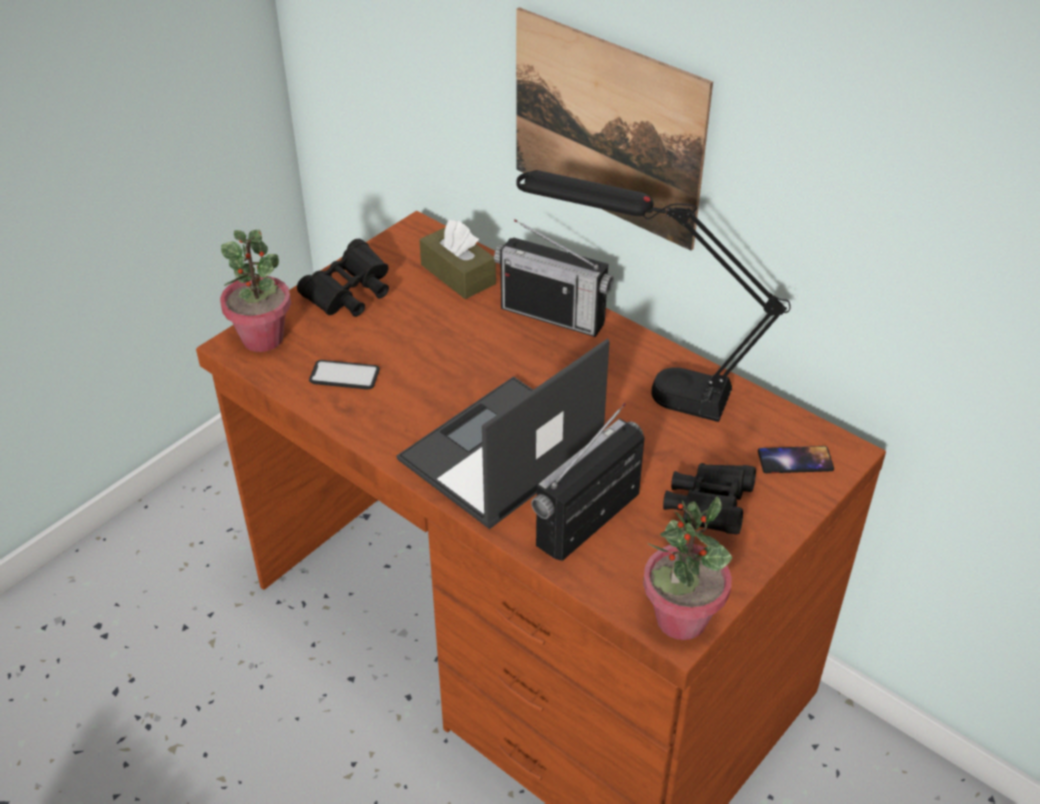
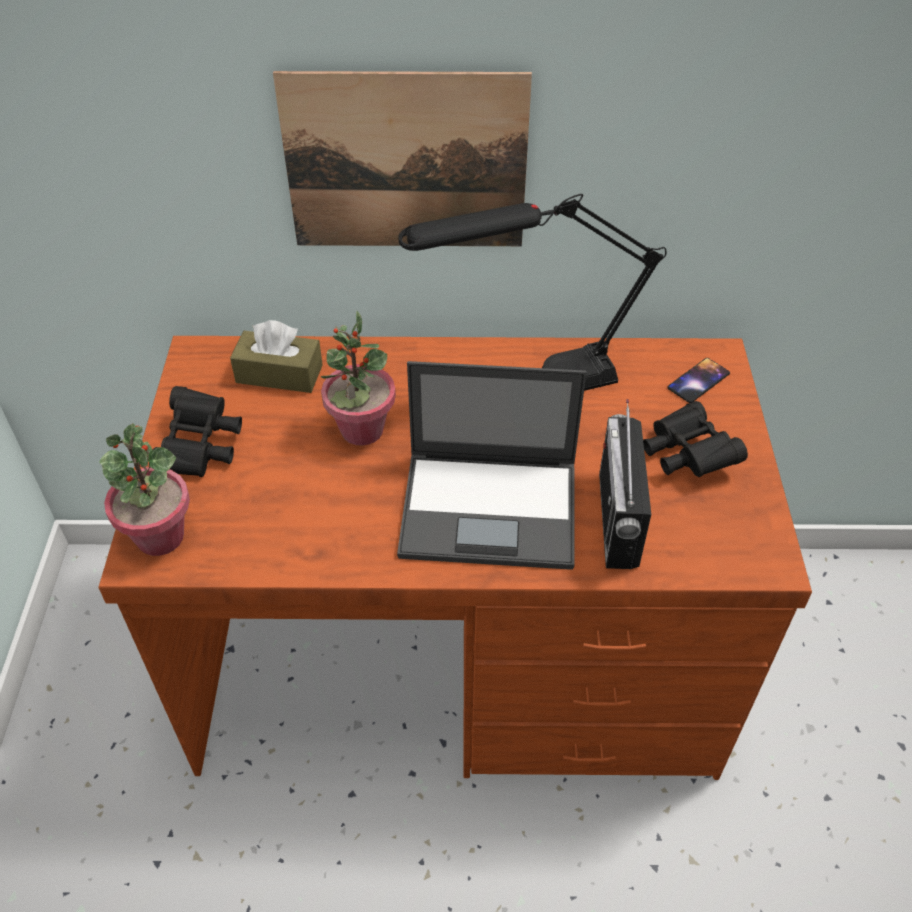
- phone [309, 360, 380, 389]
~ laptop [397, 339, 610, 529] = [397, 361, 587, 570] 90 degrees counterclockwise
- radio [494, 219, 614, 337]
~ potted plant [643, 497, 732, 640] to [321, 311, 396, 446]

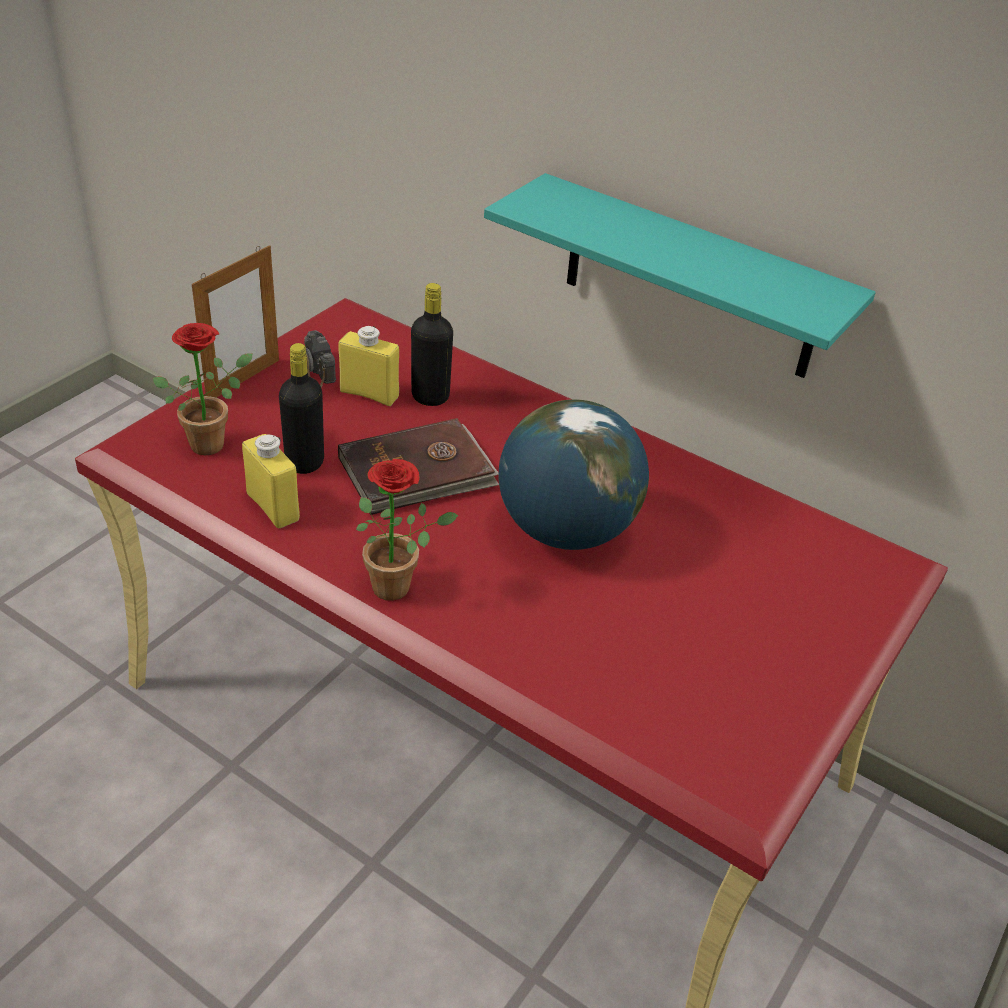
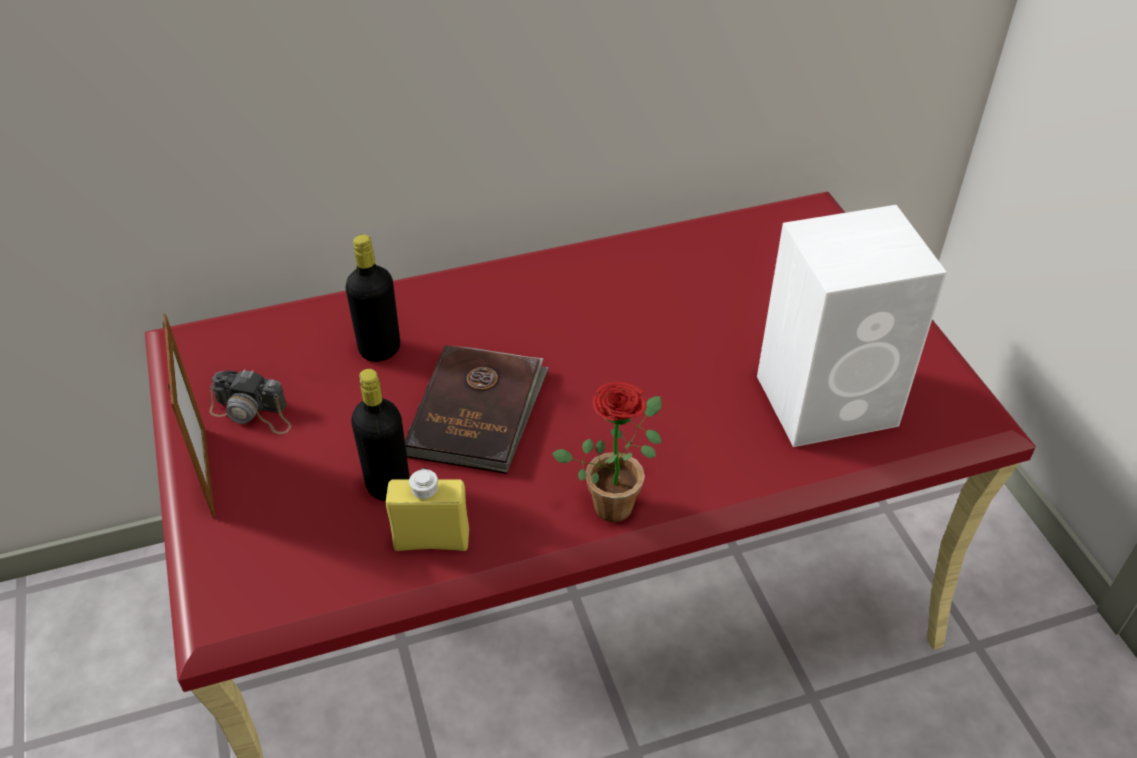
- potted plant [153, 323, 253, 455]
- yellow bottle [338, 326, 399, 406]
- turquoise shelf [484, 173, 876, 378]
- globe [498, 399, 649, 550]
+ white speaker [757, 205, 947, 447]

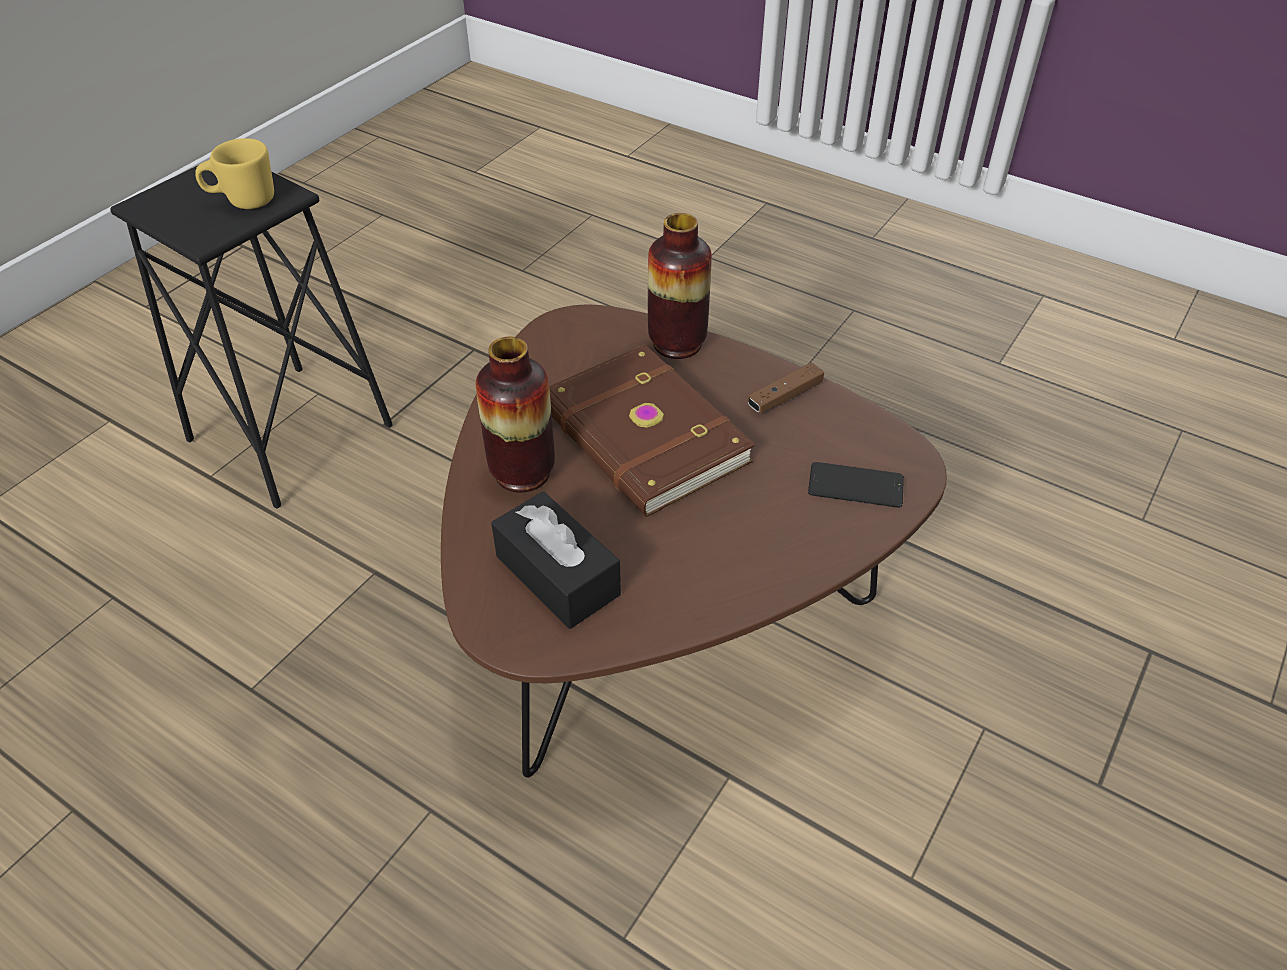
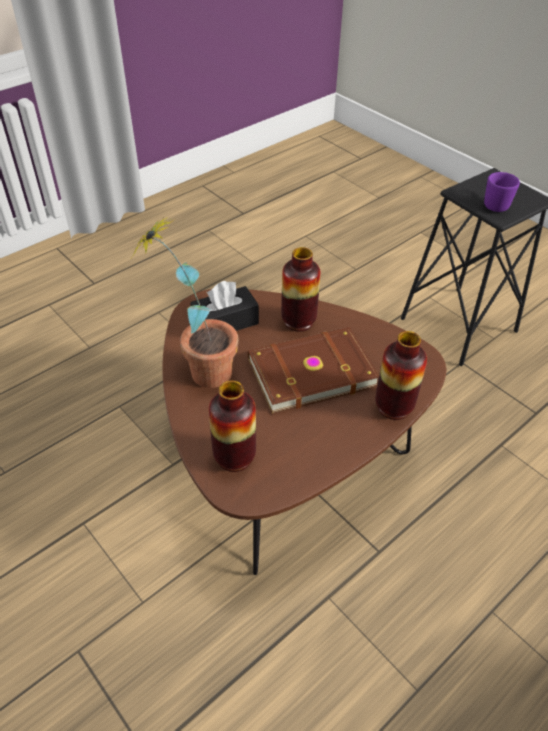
~ yellow mug [195, 138, 274, 209] to purple mug [484, 172, 520, 212]
- brown game controller [747, 363, 824, 413]
~ phone [808, 462, 904, 508] to vase [209, 381, 256, 472]
+ potted plant [132, 217, 239, 388]

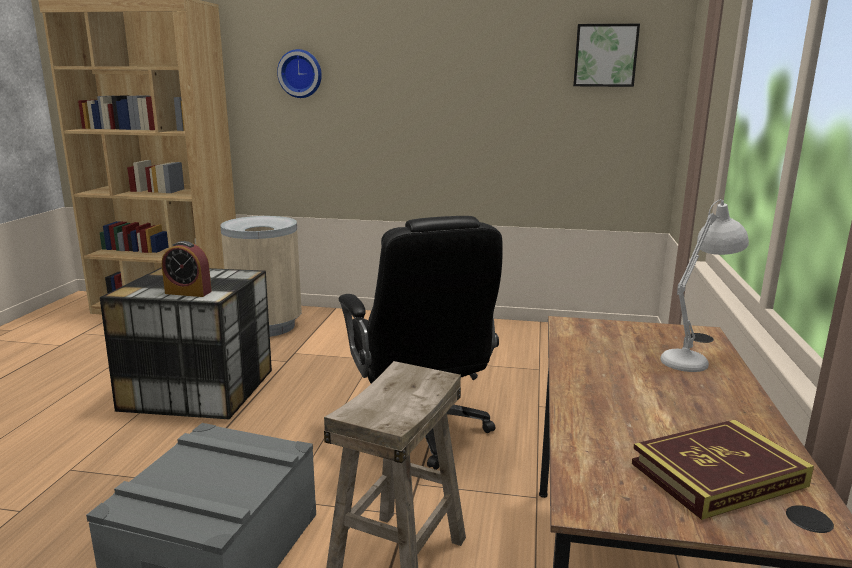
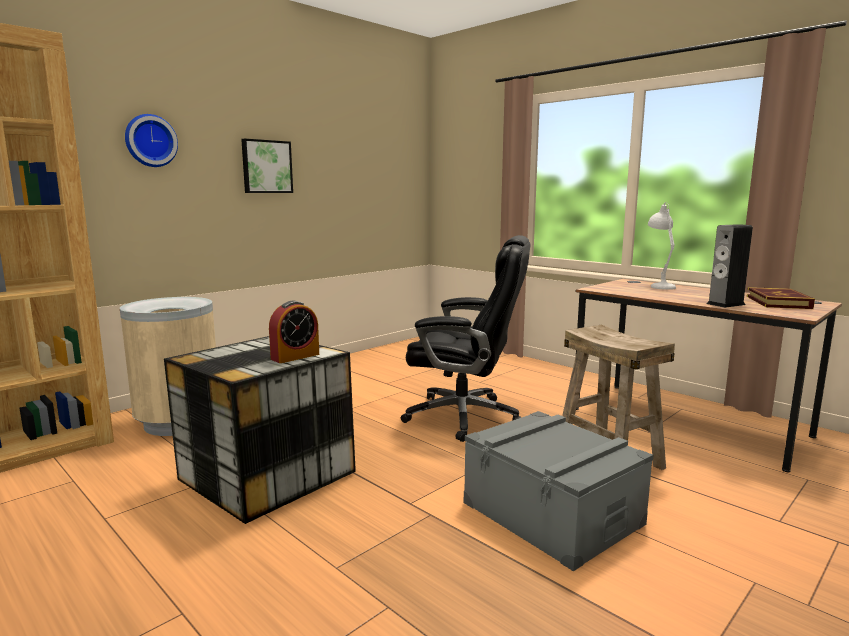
~ picture [573, 24, 640, 87] to [241, 138, 293, 193]
+ speaker [706, 224, 753, 308]

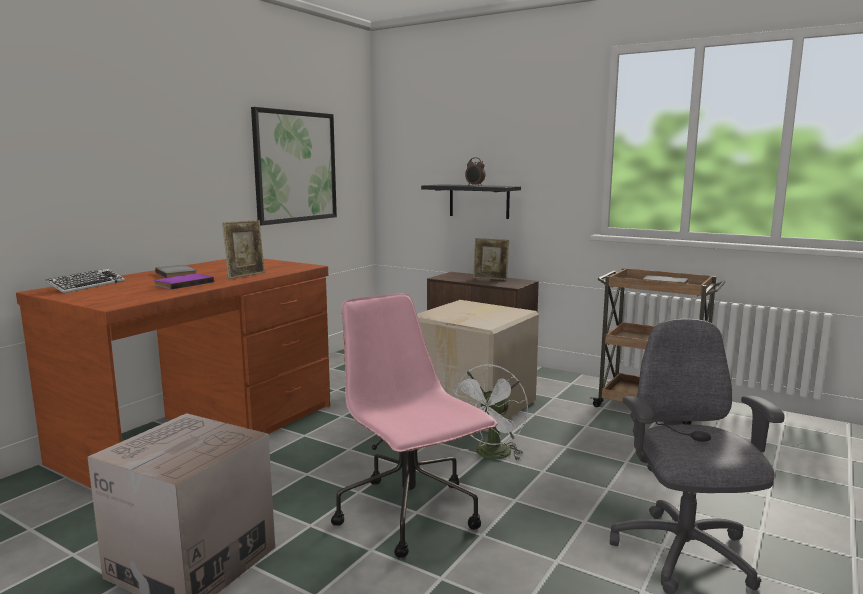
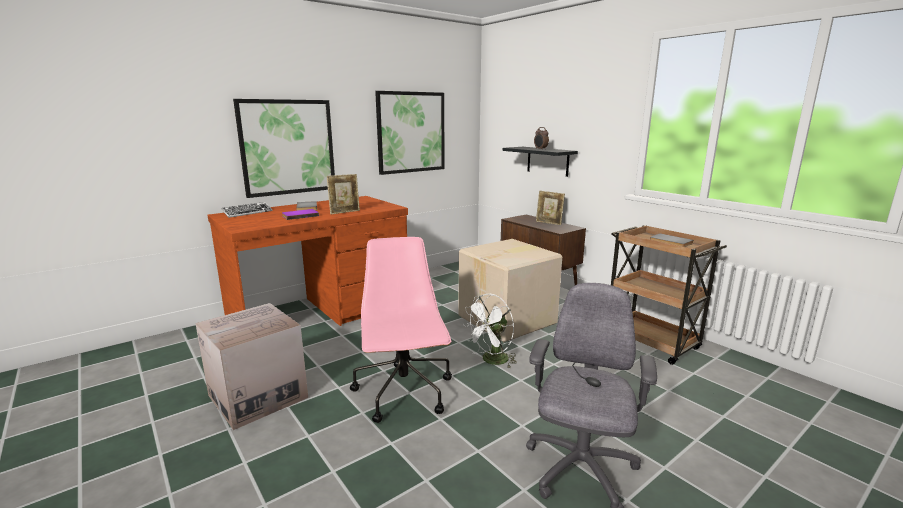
+ picture [233, 99, 335, 198]

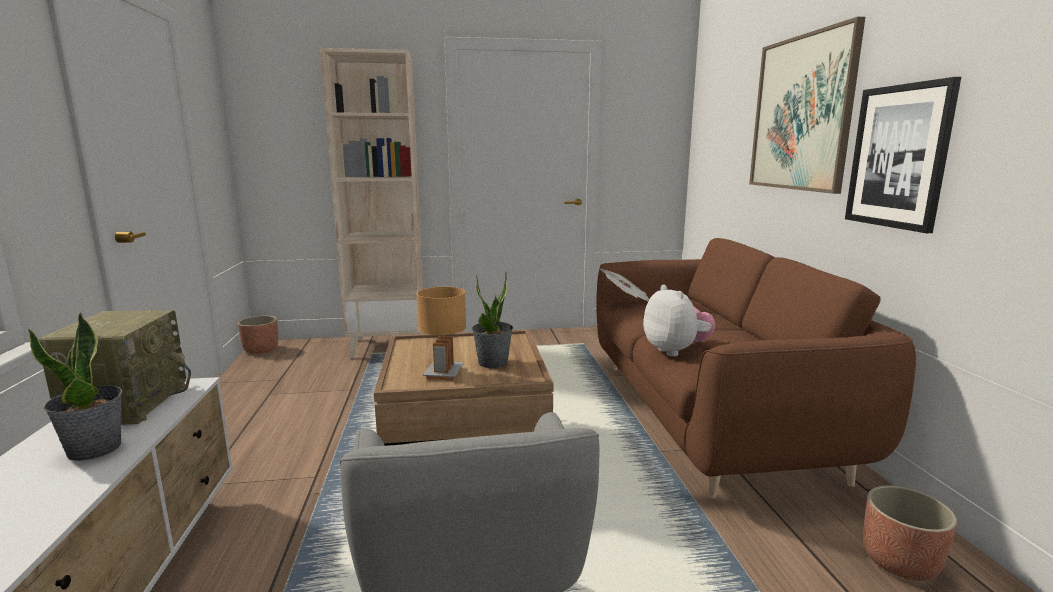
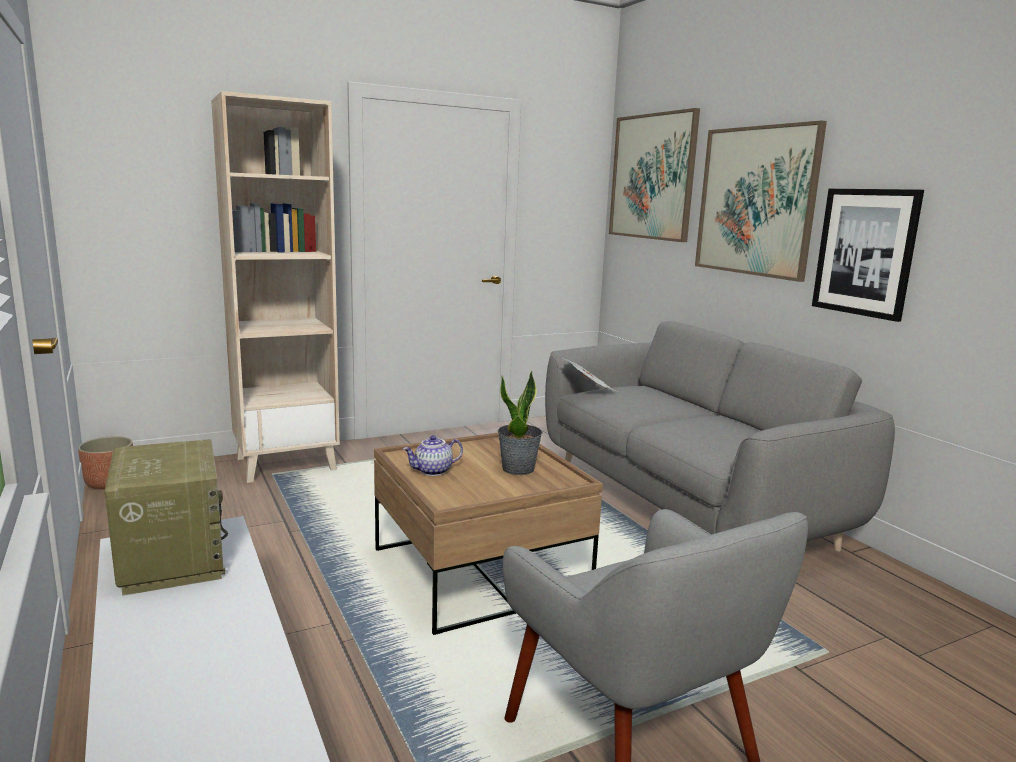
- potted plant [28, 312, 123, 461]
- brown table lamp [417, 287, 466, 381]
~ brown sofa [596, 238, 916, 499] to grey sofa [545, 321, 895, 551]
- plush toy [643, 285, 715, 357]
- planter [863, 486, 957, 581]
+ teapot [403, 435, 463, 476]
+ picture [609, 108, 700, 242]

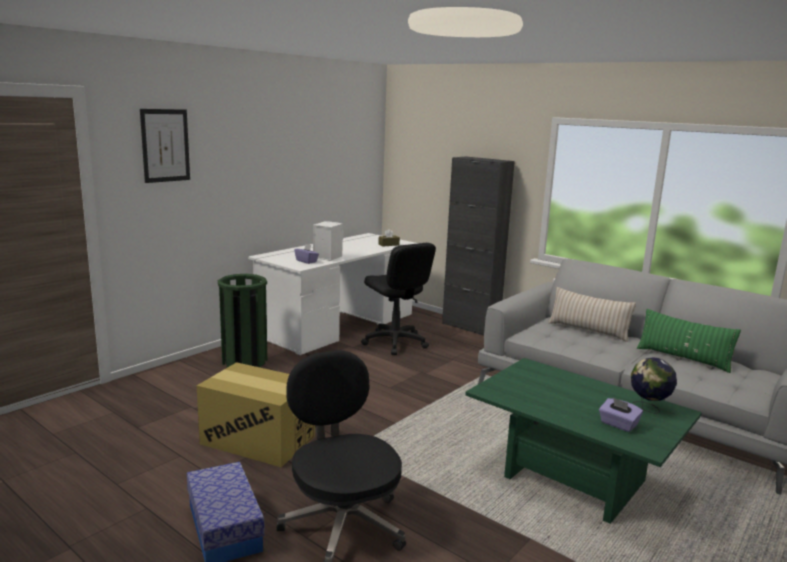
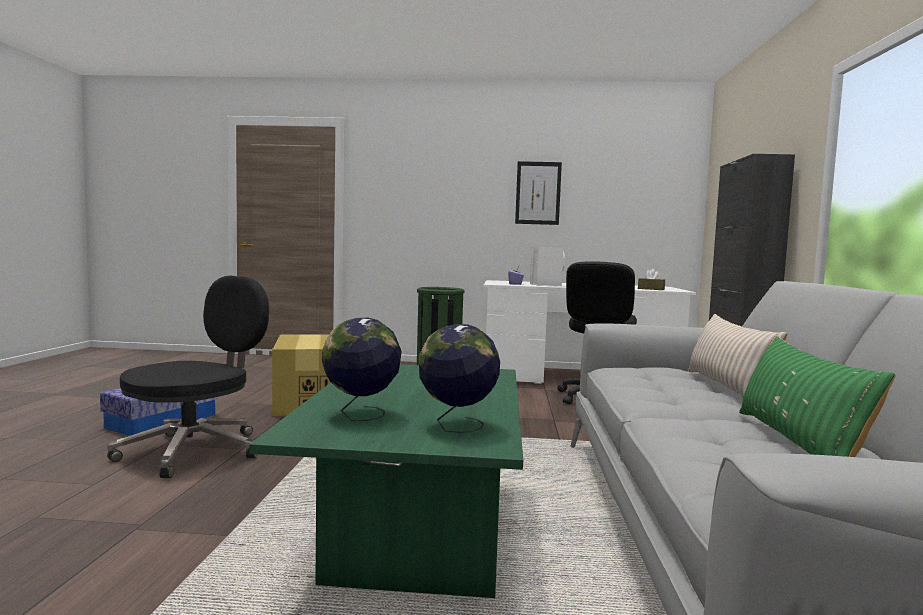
~ picture [140, 109, 190, 183] to [515, 161, 562, 225]
~ purple tissue box [599, 397, 643, 432] to globe [322, 318, 402, 421]

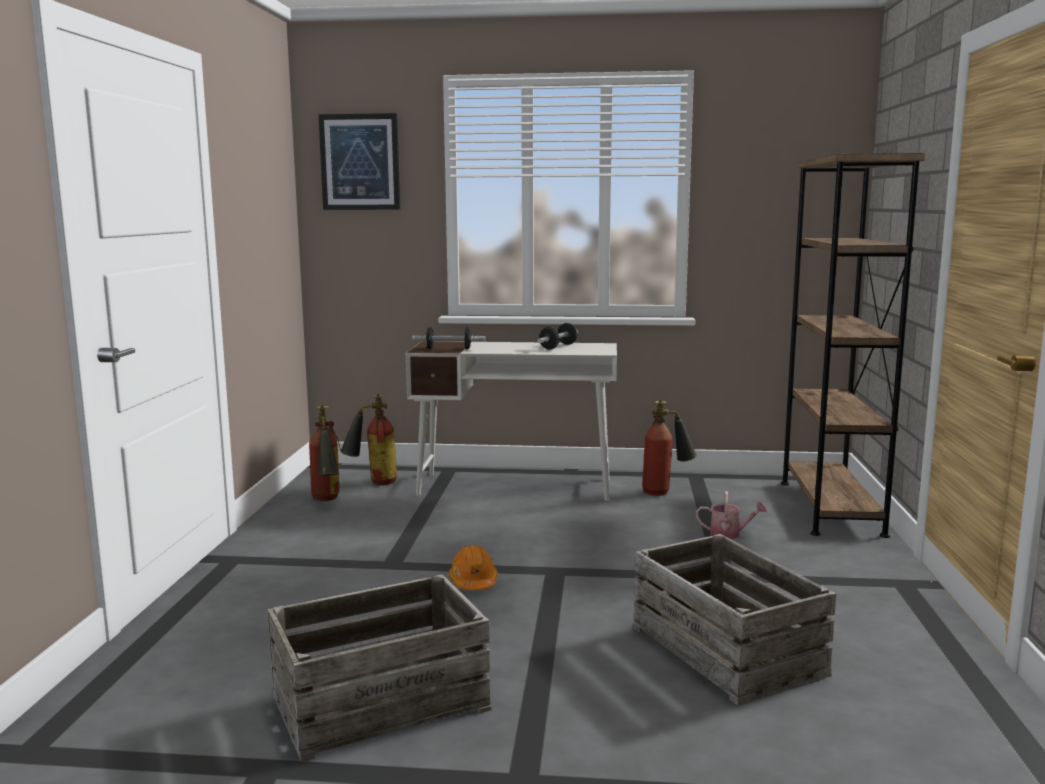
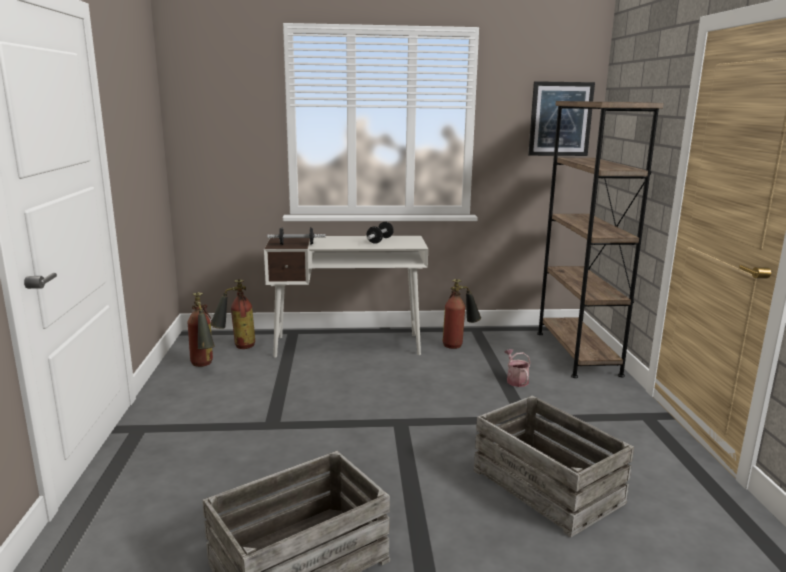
~ picture [318, 113, 400, 210] to [528, 81, 595, 156]
- orange hard hat [449, 545, 498, 590]
~ watering can [696, 491, 767, 539] = [504, 349, 531, 387] 105 degrees counterclockwise

